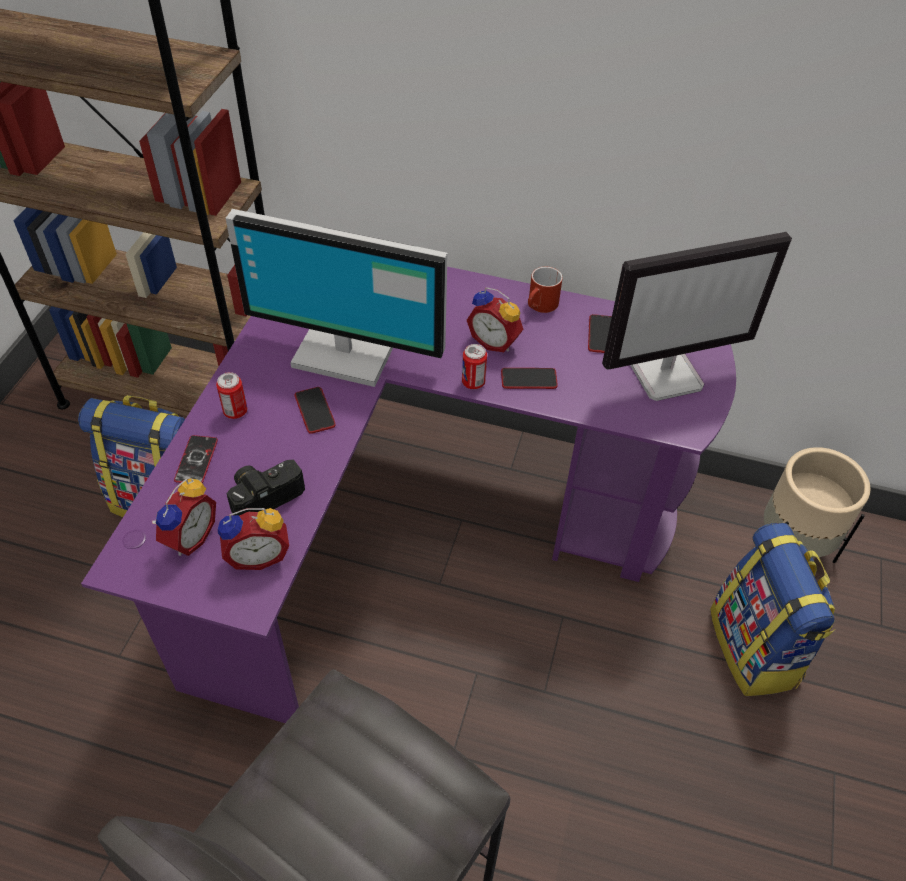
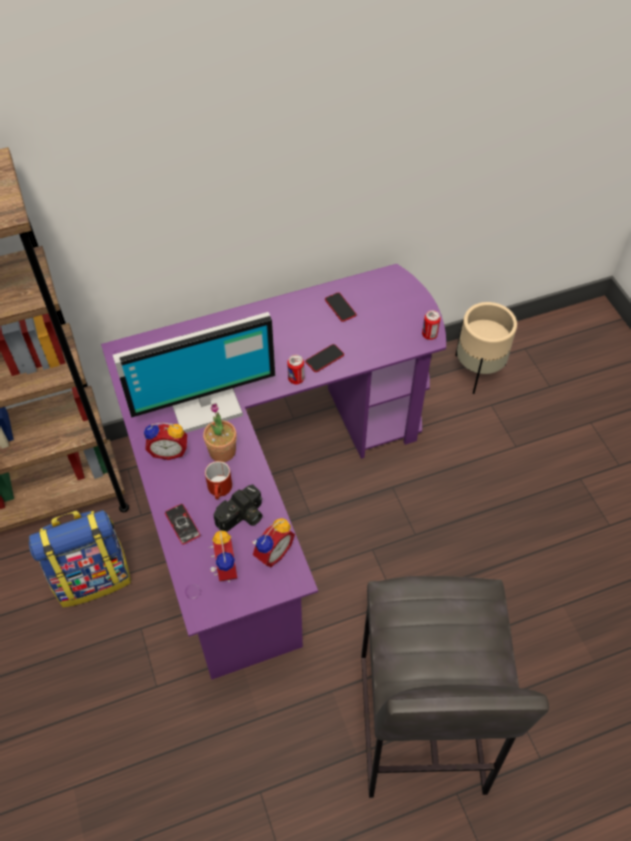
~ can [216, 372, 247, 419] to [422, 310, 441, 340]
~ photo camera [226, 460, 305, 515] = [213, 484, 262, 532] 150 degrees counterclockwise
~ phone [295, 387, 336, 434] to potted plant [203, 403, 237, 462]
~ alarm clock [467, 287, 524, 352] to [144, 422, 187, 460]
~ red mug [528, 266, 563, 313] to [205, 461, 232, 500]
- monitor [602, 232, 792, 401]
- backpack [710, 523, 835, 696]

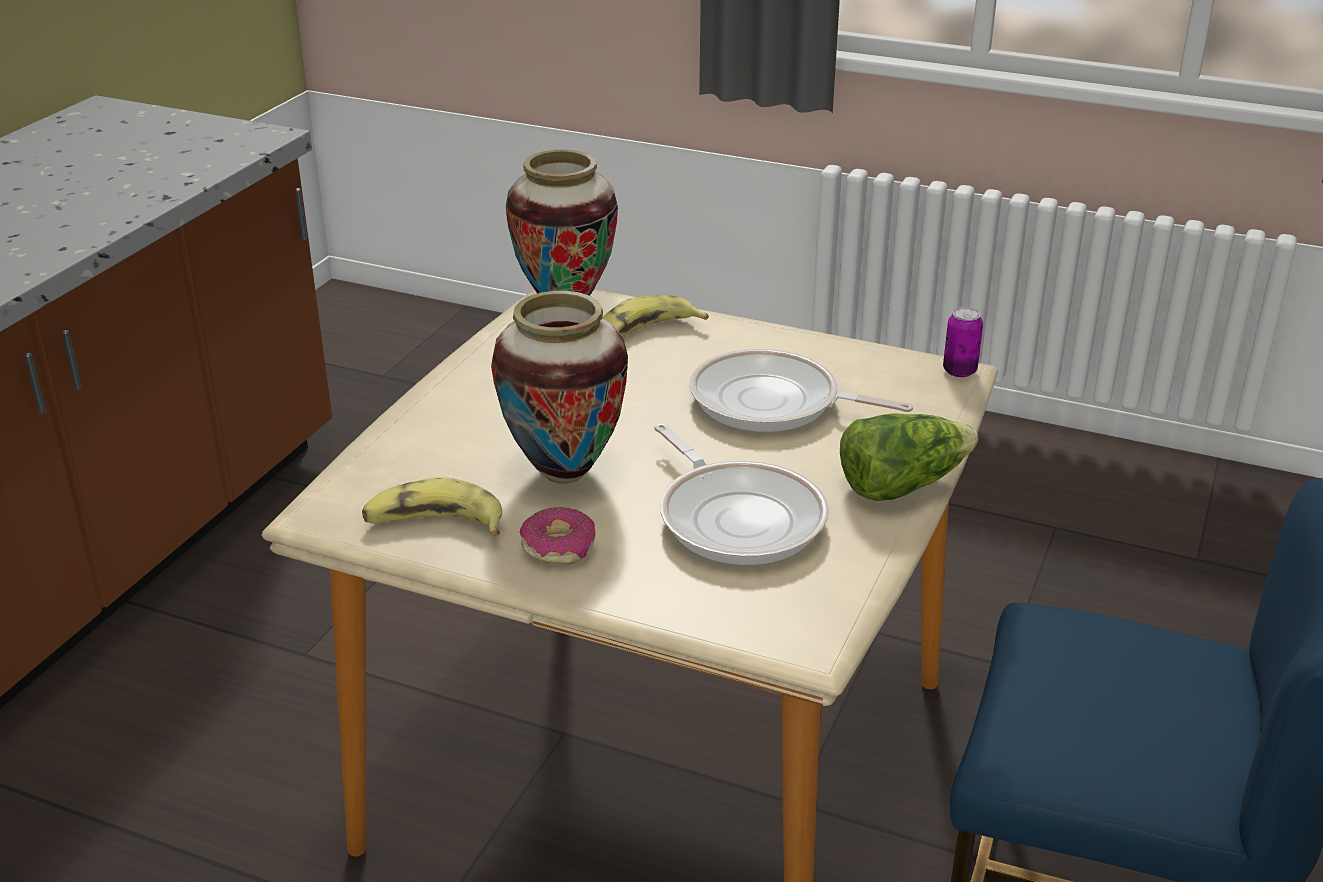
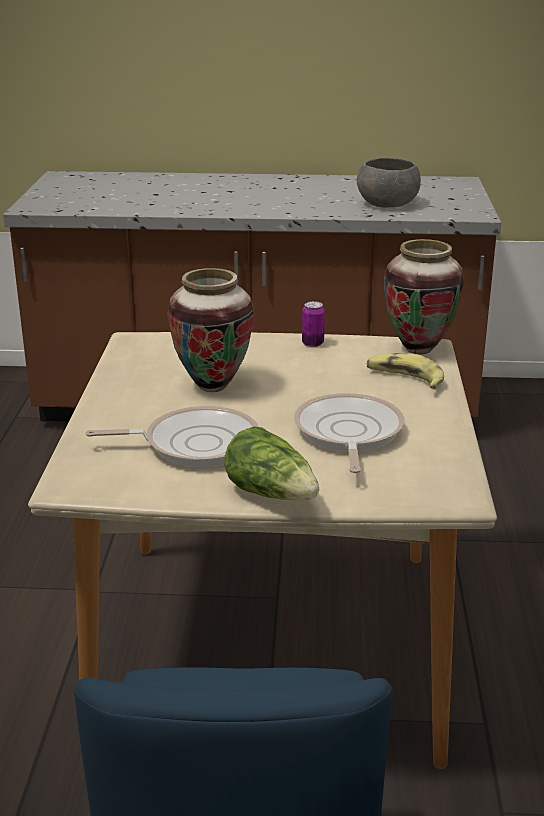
- banana [362, 477, 502, 536]
- donut [520, 507, 596, 565]
~ frying pan [654, 423, 829, 565] = [86, 406, 259, 467] 135 degrees counterclockwise
~ can [943, 307, 983, 378] to [302, 301, 325, 347]
+ grey bowl [357, 158, 421, 208]

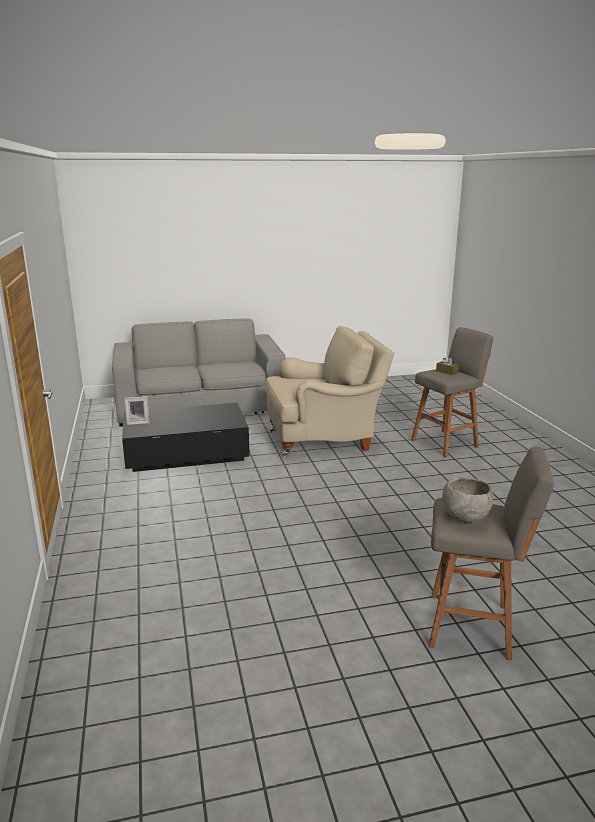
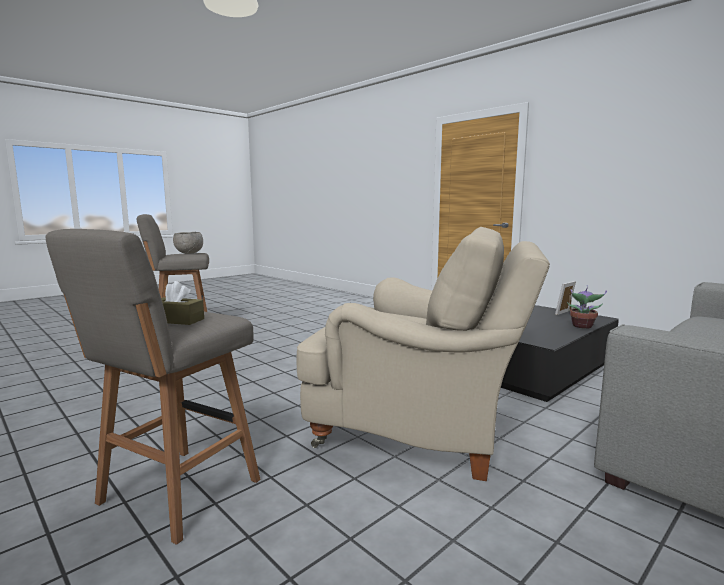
~ beige armchair [265, 326, 394, 457] = [296, 227, 550, 481] 120 degrees counterclockwise
+ potted plant [567, 285, 607, 329]

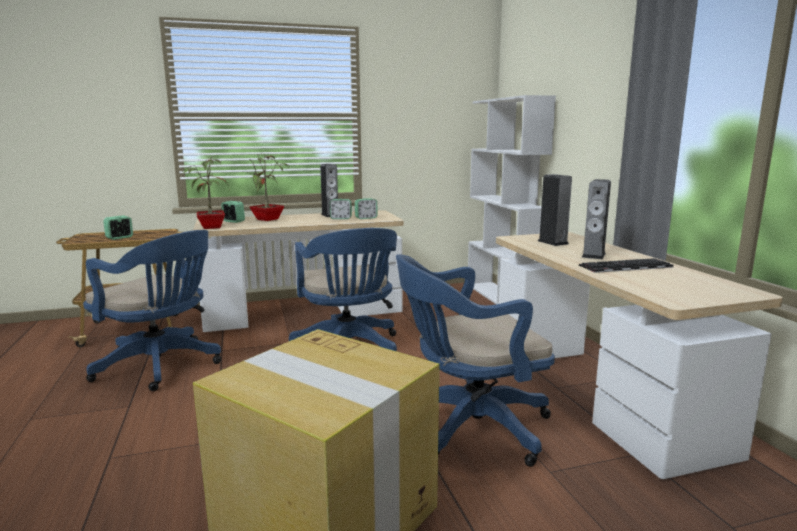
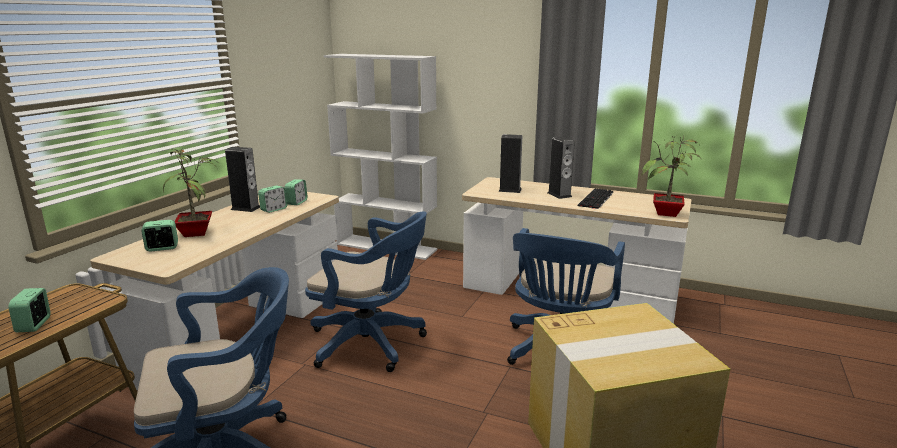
~ potted plant [181, 155, 229, 229] to [641, 136, 701, 217]

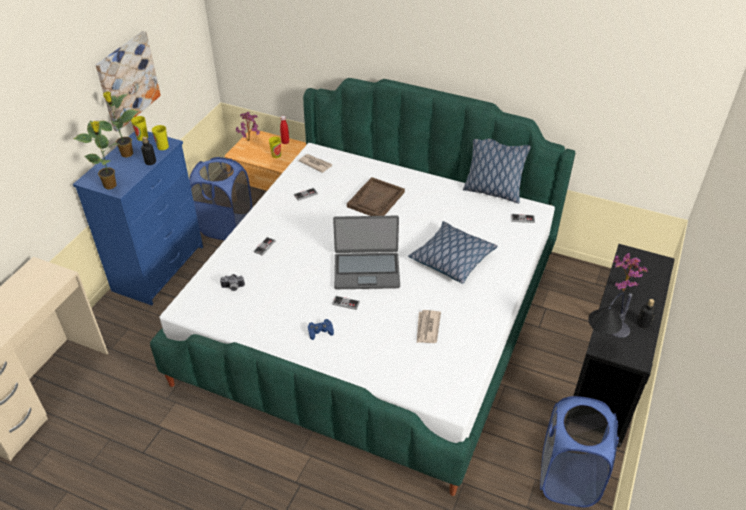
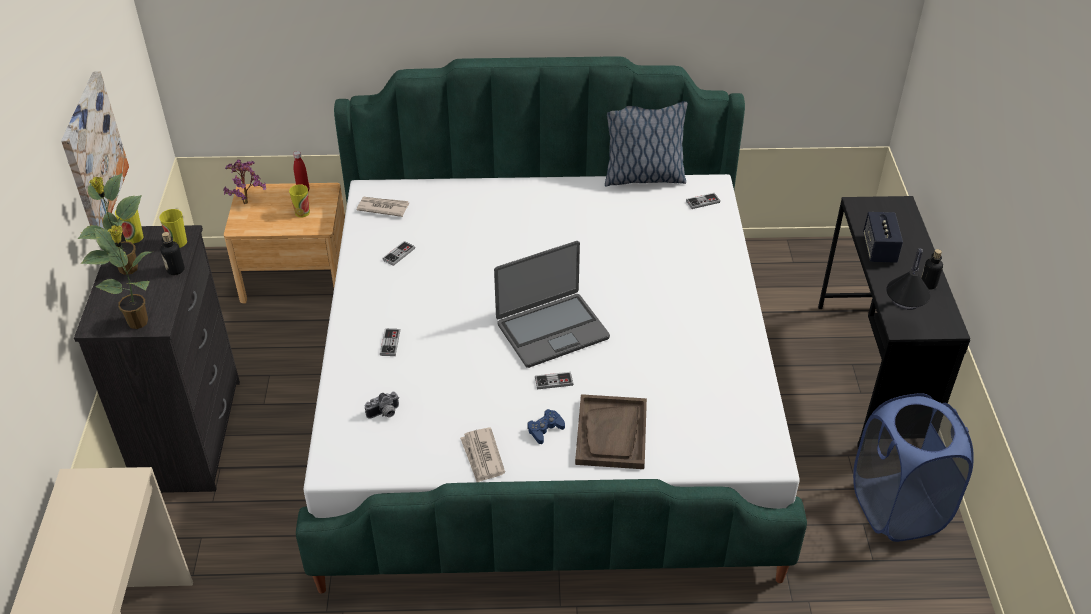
~ blue dresser [73, 131, 203, 306] to black dresser [74, 225, 240, 493]
- blue laundry basket [189, 157, 252, 240]
~ brown tray [347, 177, 405, 216] to [575, 394, 647, 469]
- pillow [408, 221, 498, 284]
~ newspaper [417, 310, 441, 343] to [460, 428, 505, 482]
~ potted plant [613, 253, 648, 291] to speaker [863, 212, 903, 263]

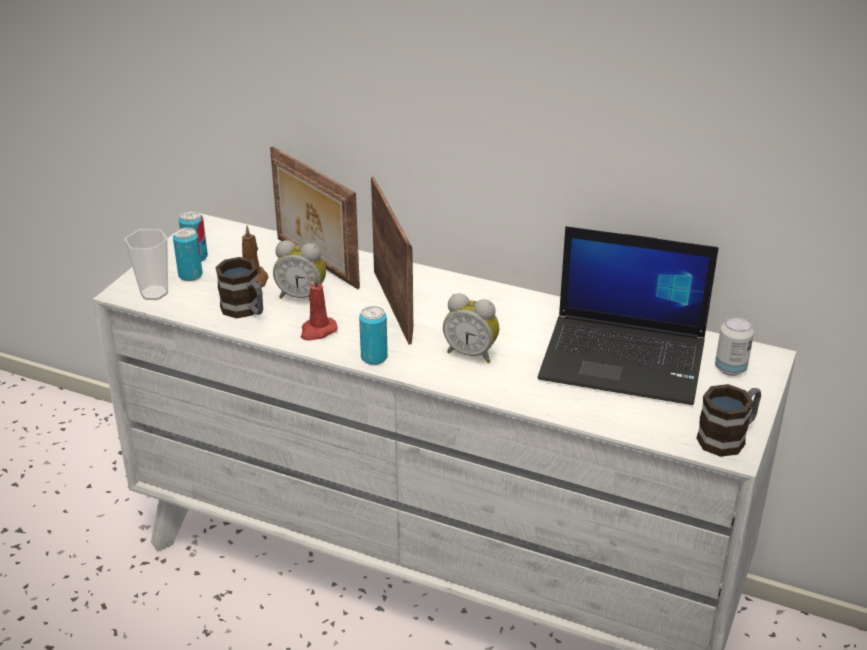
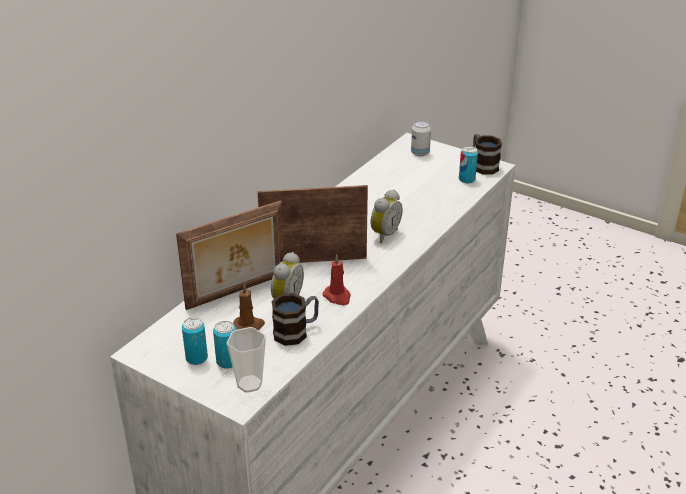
~ can [359, 306, 388, 365] to [459, 146, 478, 184]
- laptop [538, 226, 719, 405]

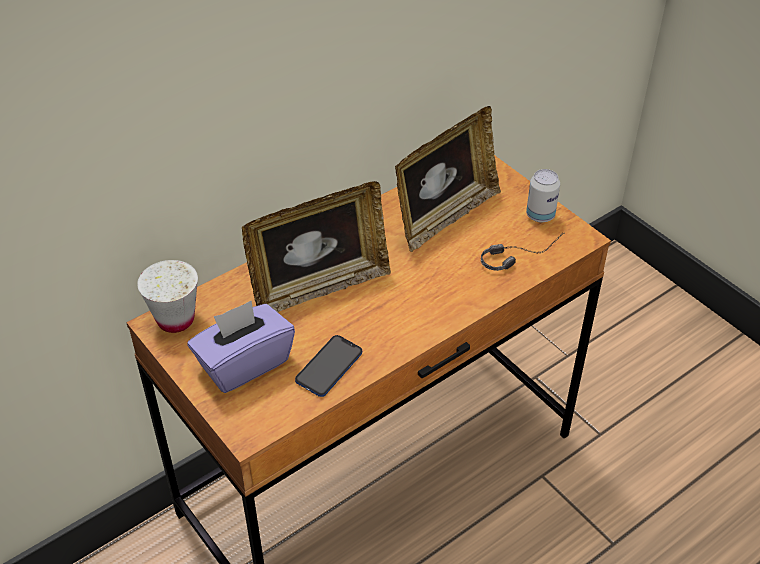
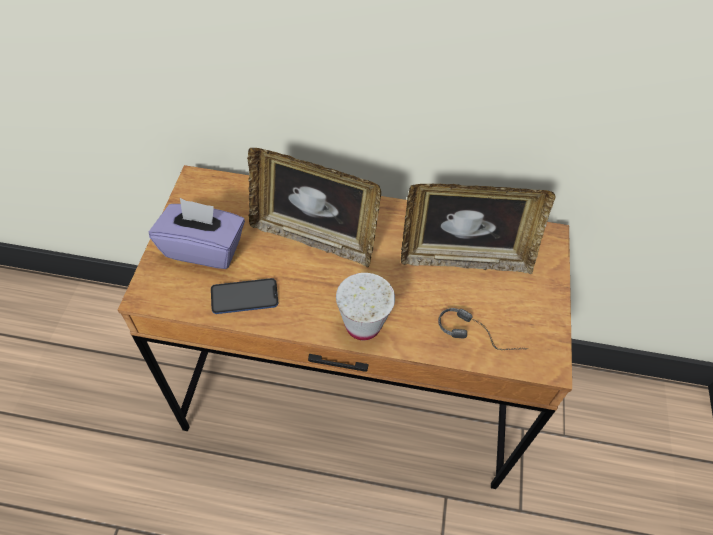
~ white cup [137, 260, 198, 333] to [336, 273, 395, 340]
- can [526, 169, 560, 222]

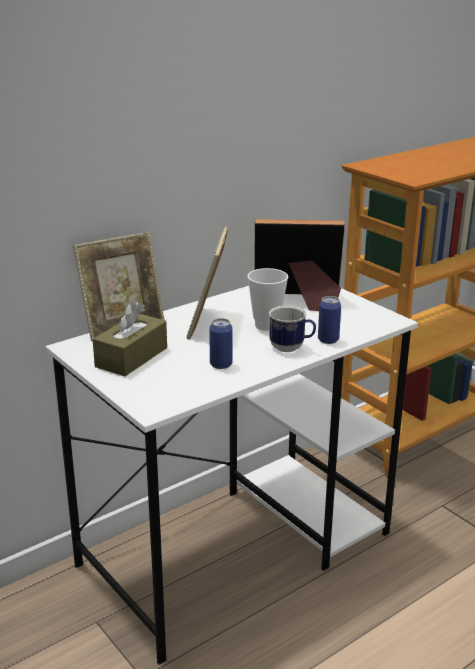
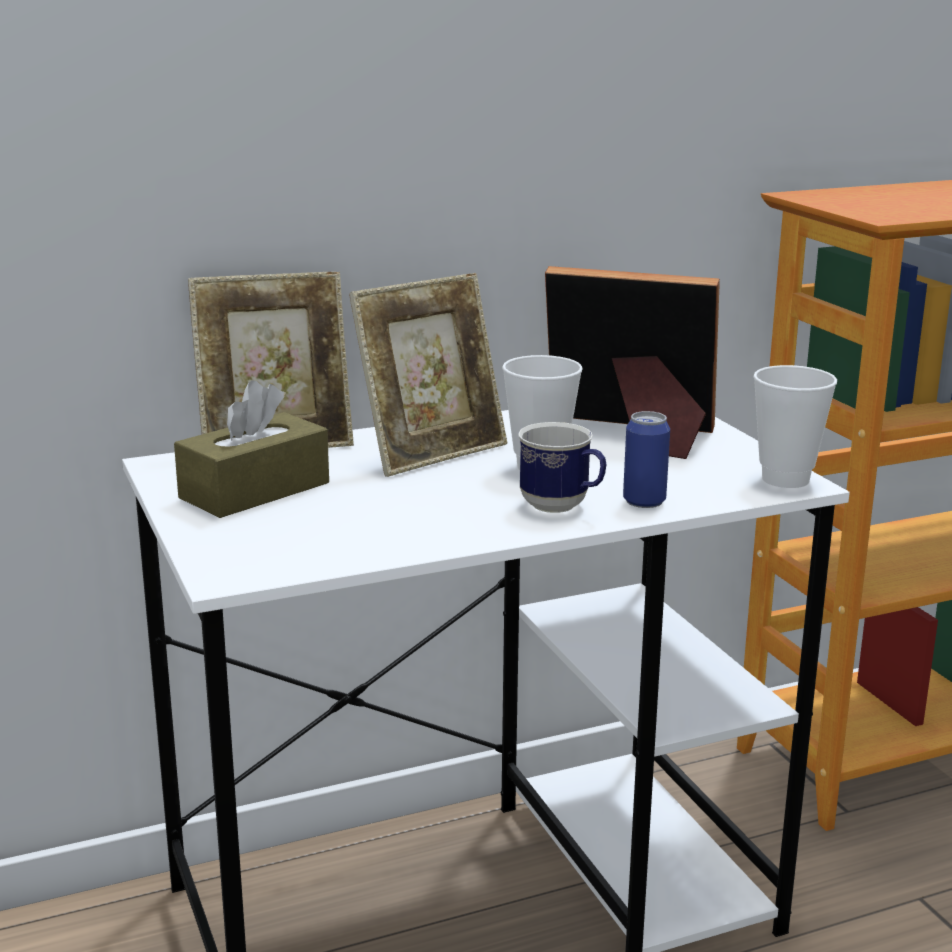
~ picture frame [186, 226, 228, 340] = [349, 273, 507, 477] 150 degrees counterclockwise
- can [209, 318, 233, 369]
+ cup [754, 365, 837, 488]

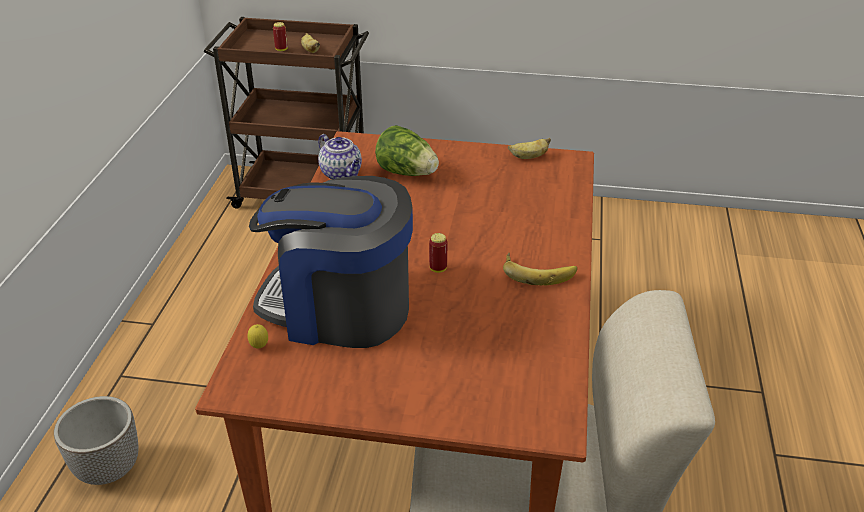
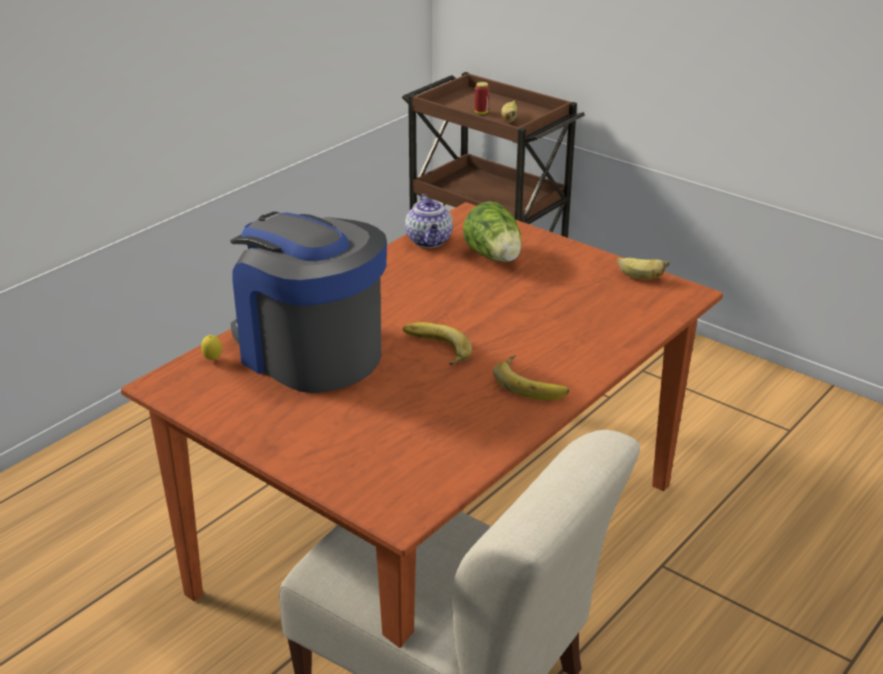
- planter [54, 396, 139, 485]
~ can [429, 233, 447, 273] to banana [403, 322, 472, 365]

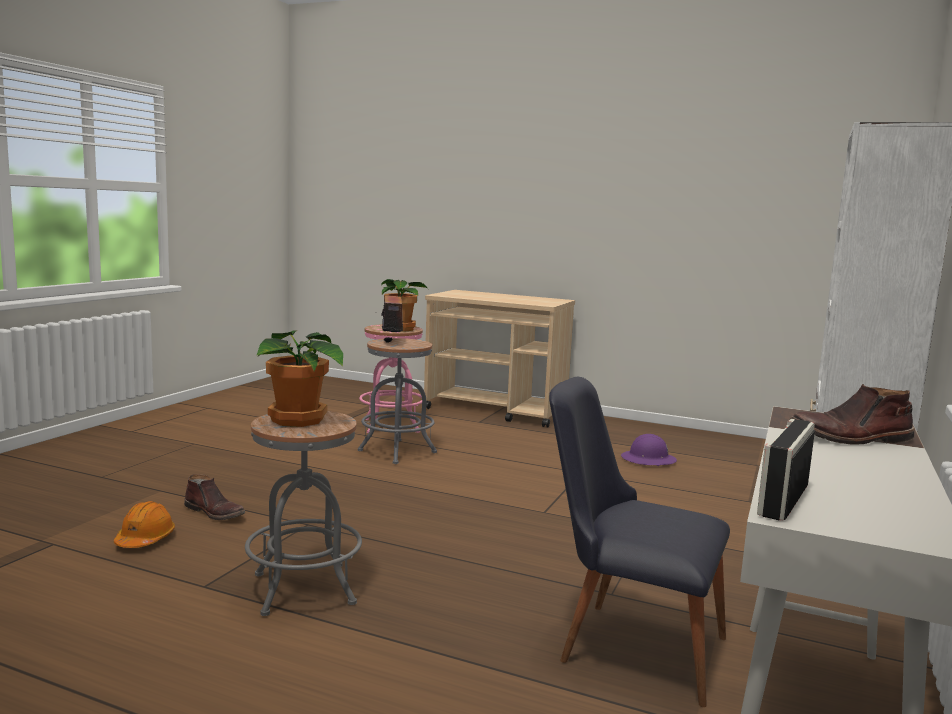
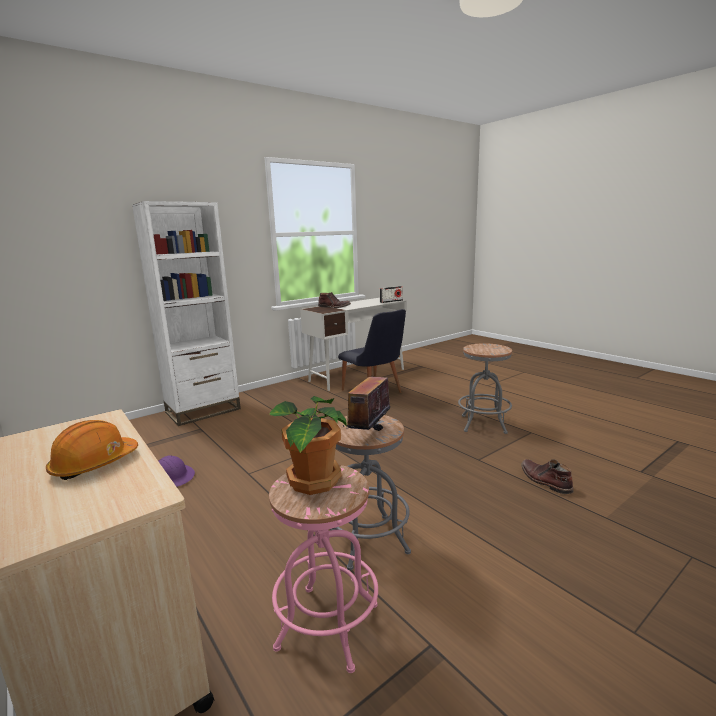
~ orange hard hat [114, 501, 175, 548] to [46, 420, 138, 480]
- potted plant [257, 330, 343, 427]

